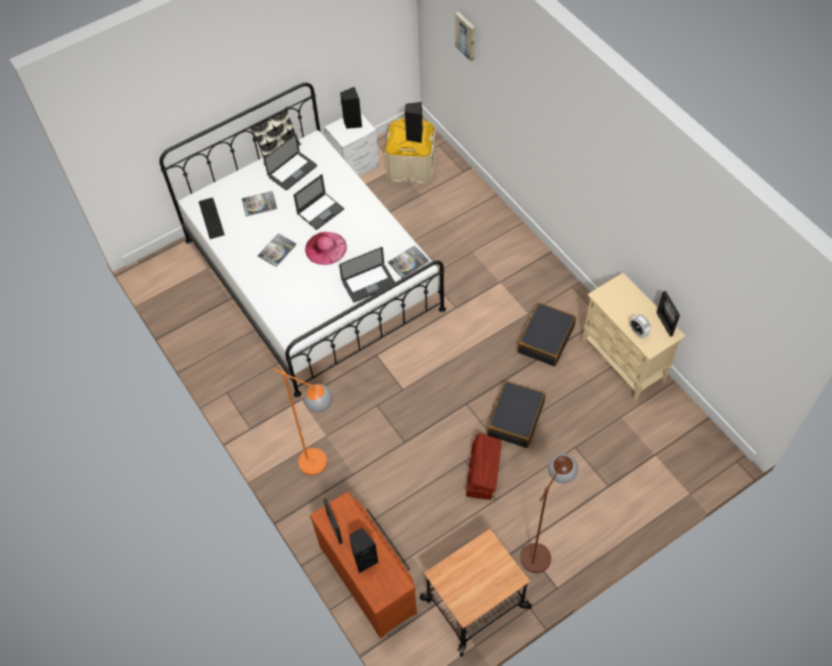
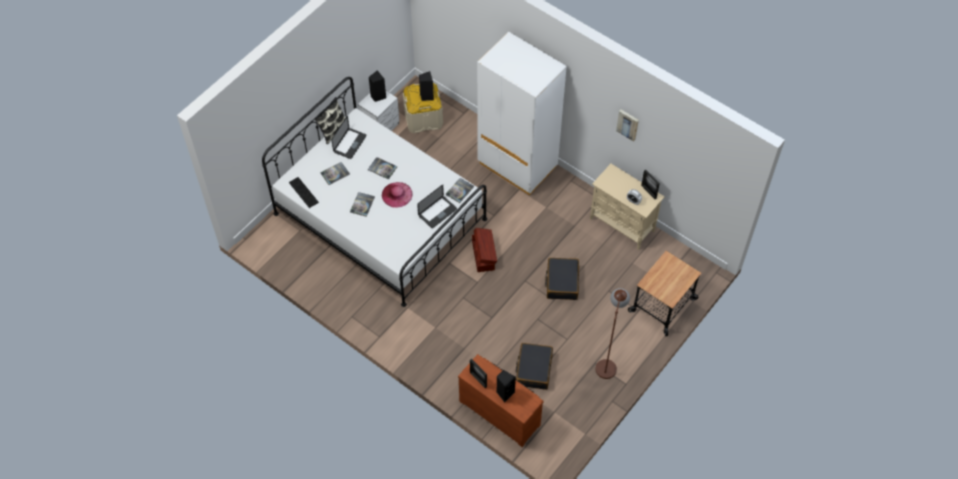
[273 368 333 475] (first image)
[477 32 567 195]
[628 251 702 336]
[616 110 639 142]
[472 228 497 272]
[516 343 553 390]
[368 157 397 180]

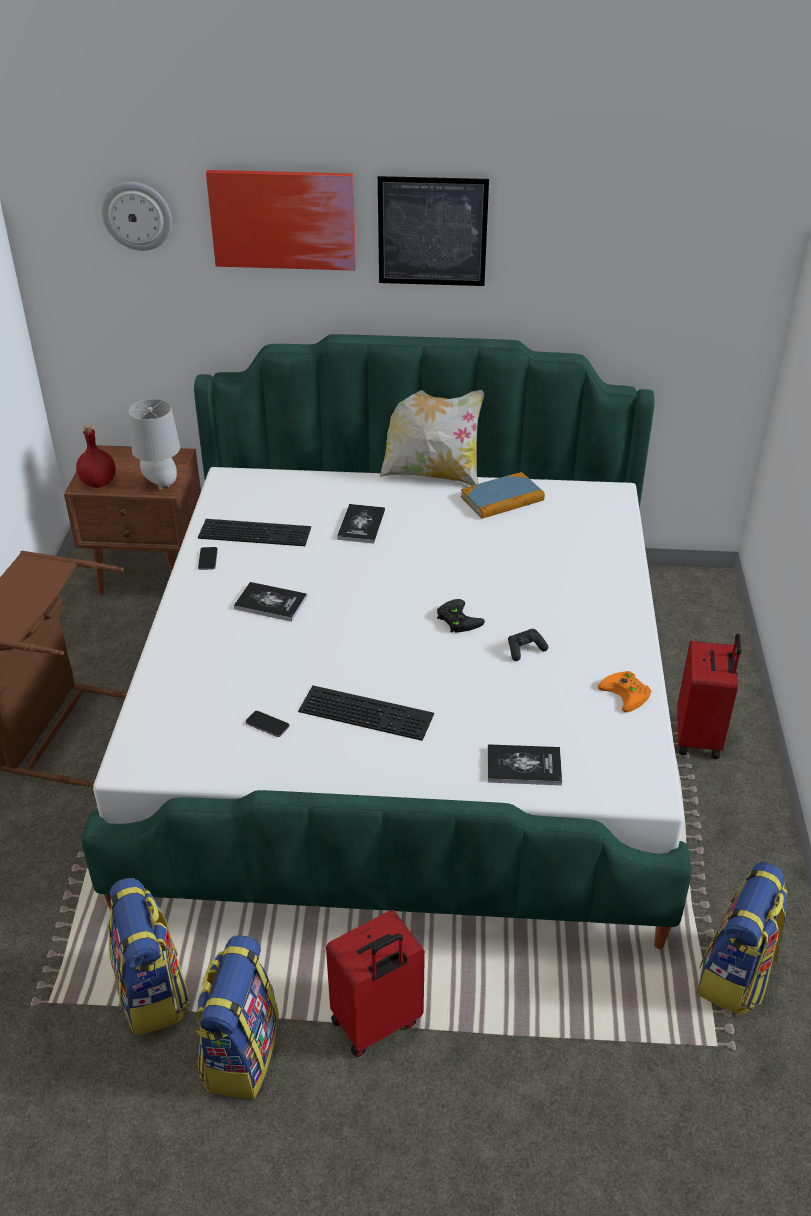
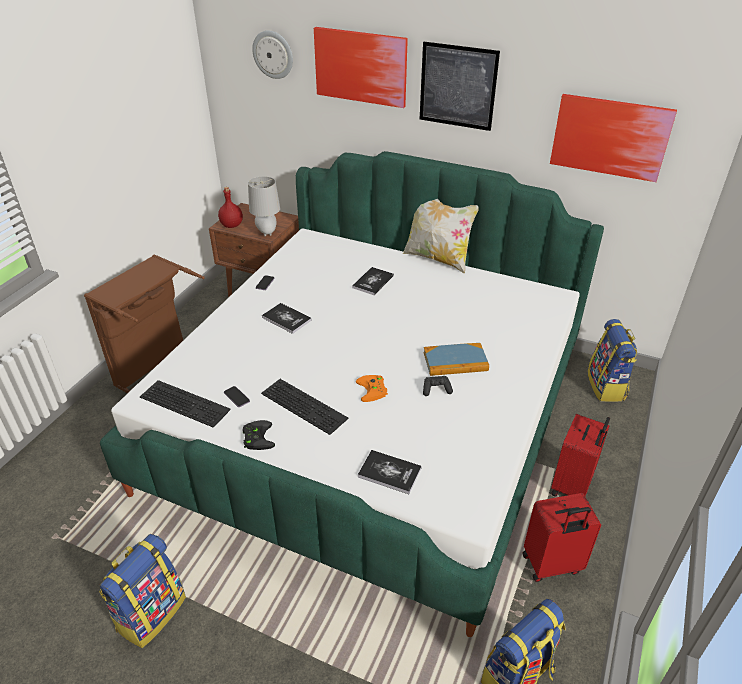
[550 94 677 182]
[588 319 637 402]
[140 380 231 428]
[523 493 601 582]
[242 420 275 450]
[424 343 489 376]
[356 375 388 402]

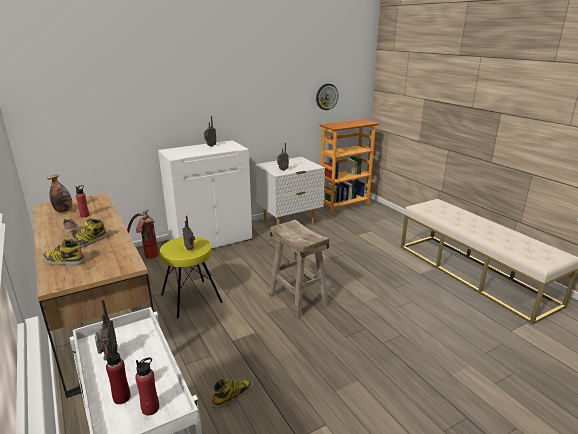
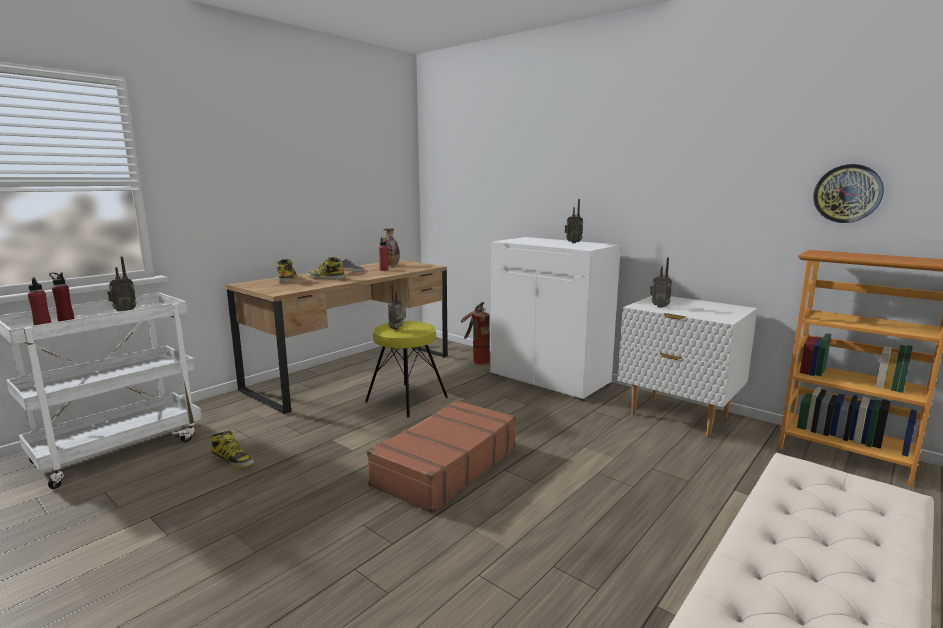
[367 400 516 513]

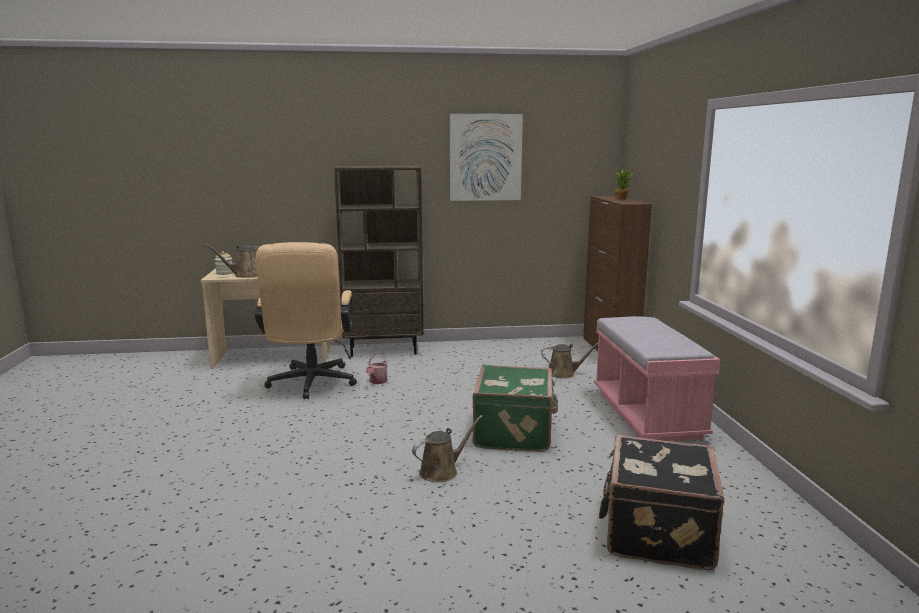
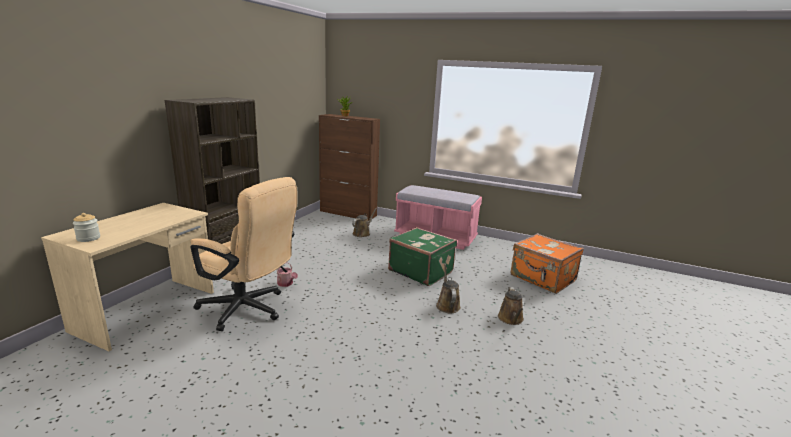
[450 114 523 201] (first image)
[498 287 524 325]
[511 233 584 294]

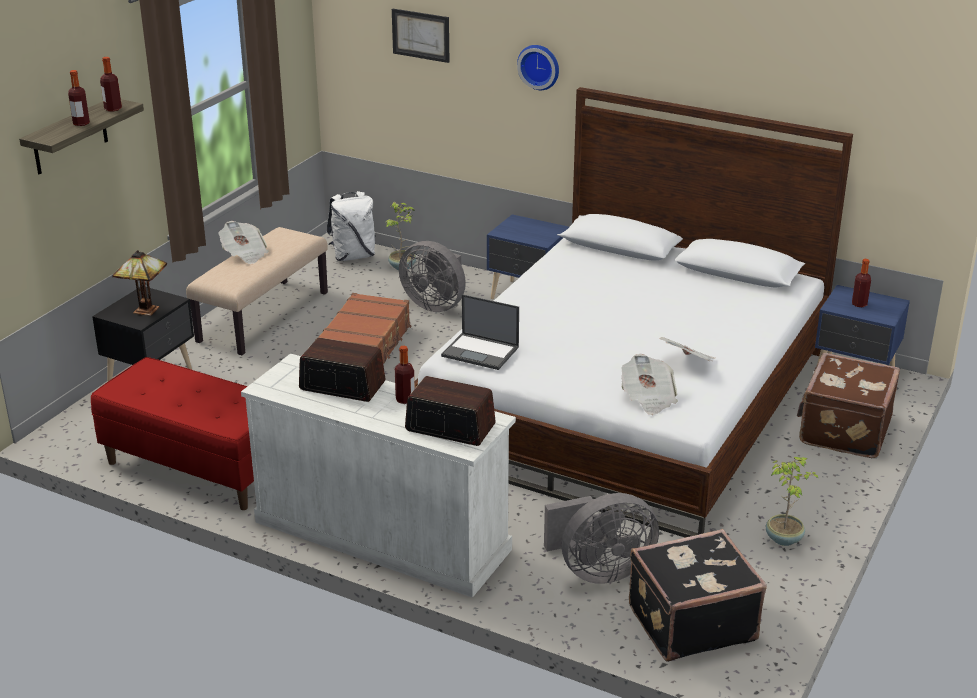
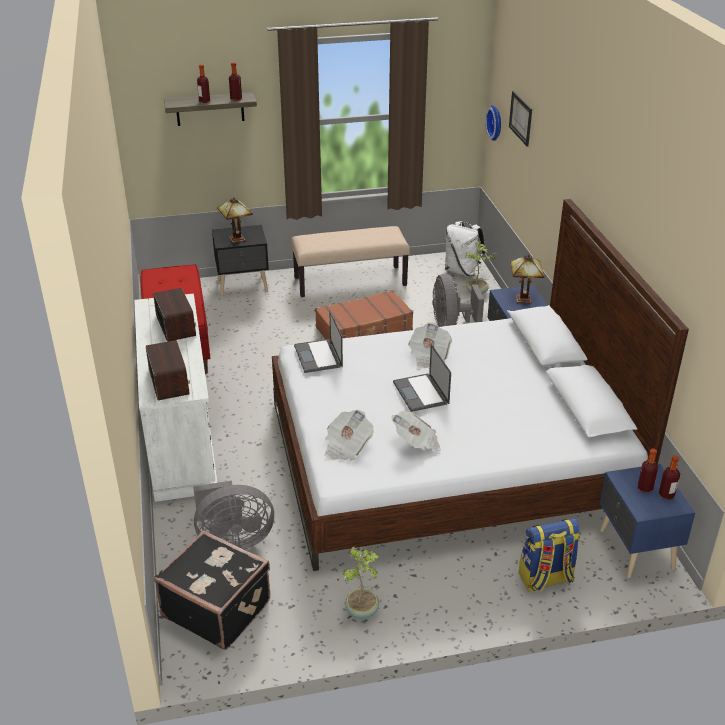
[393 344 451 412]
[510 255 544 303]
[408 323 452 368]
[659 455 680 500]
[485 105 501 141]
[519 518 580 592]
[193 481 274 550]

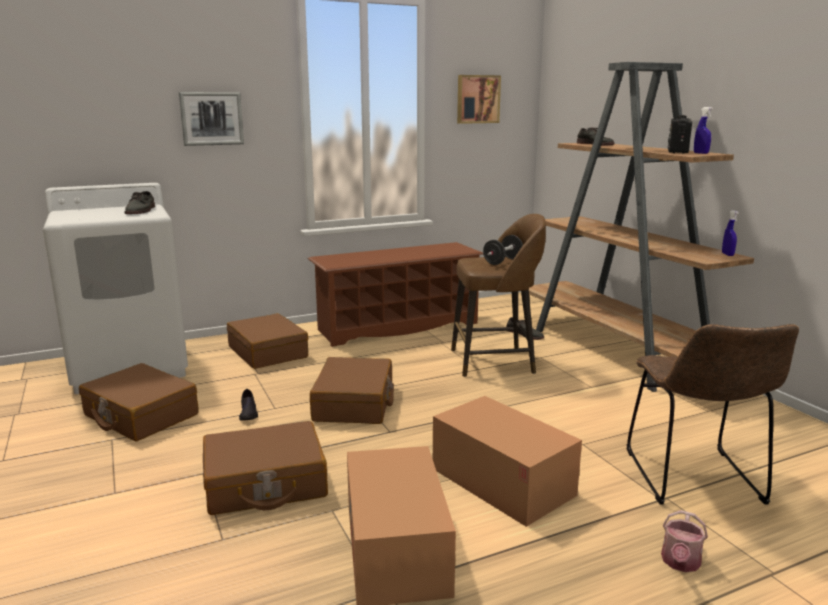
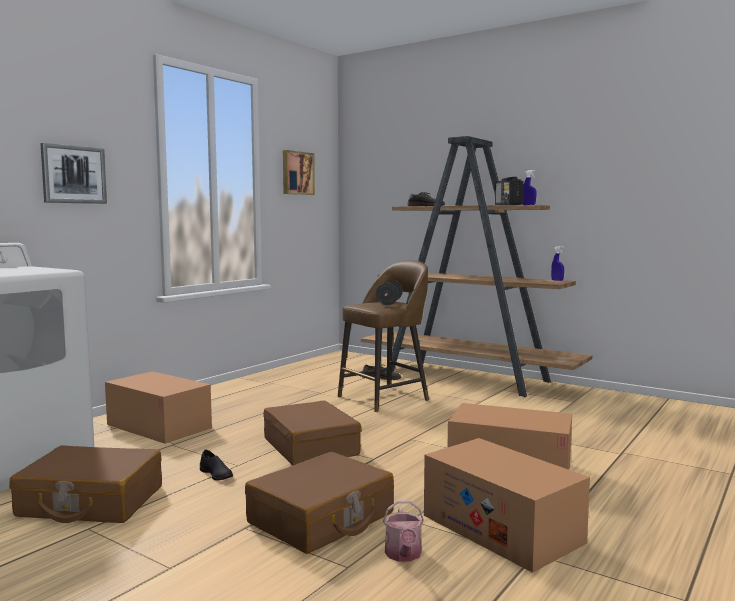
[125 191 155 214] (first image)
[308 242 483 347] (first image)
[627 324 799 505] (first image)
[383 500 424 562]
[105 371 212 444]

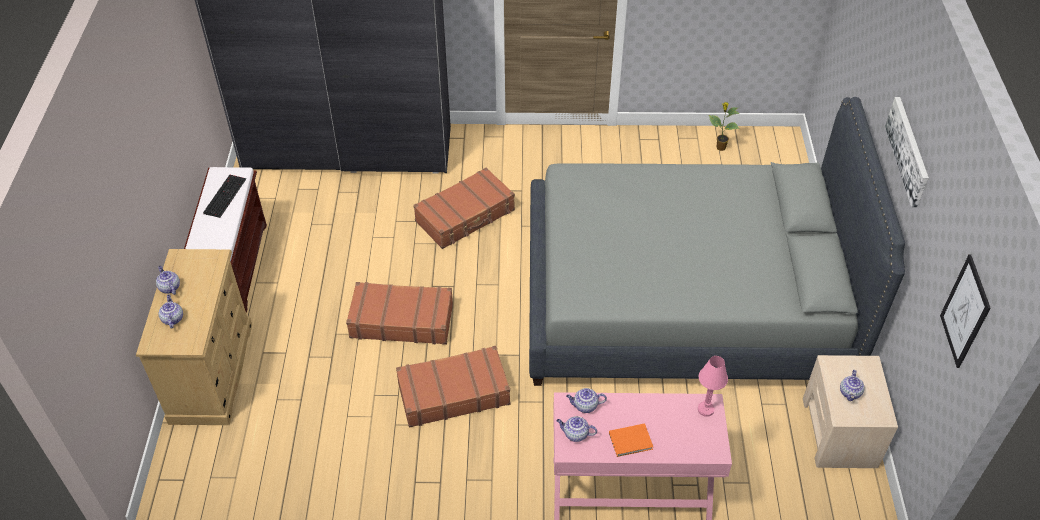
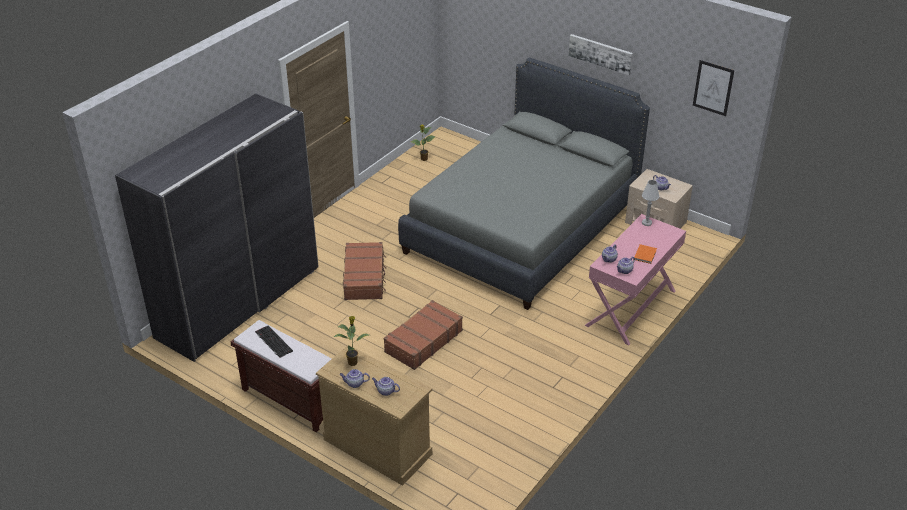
[396 346 510 428] (first image)
[334 316 369 366]
[642 180 660 226]

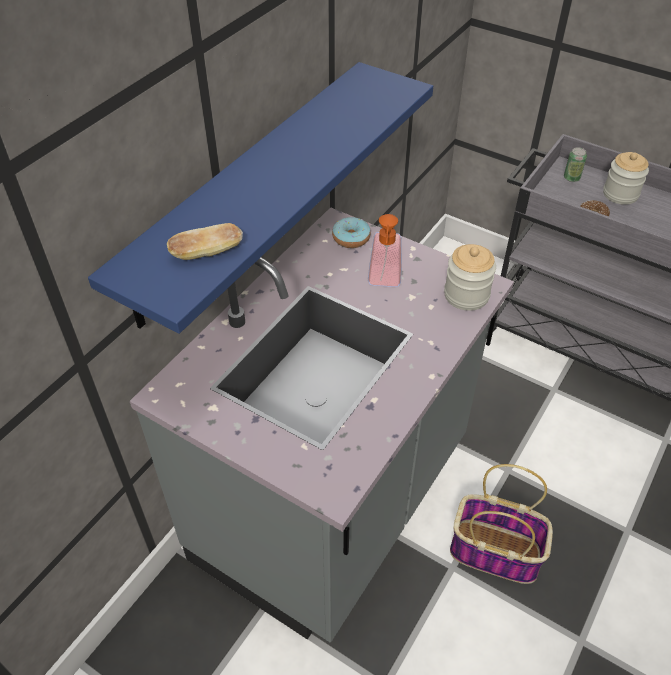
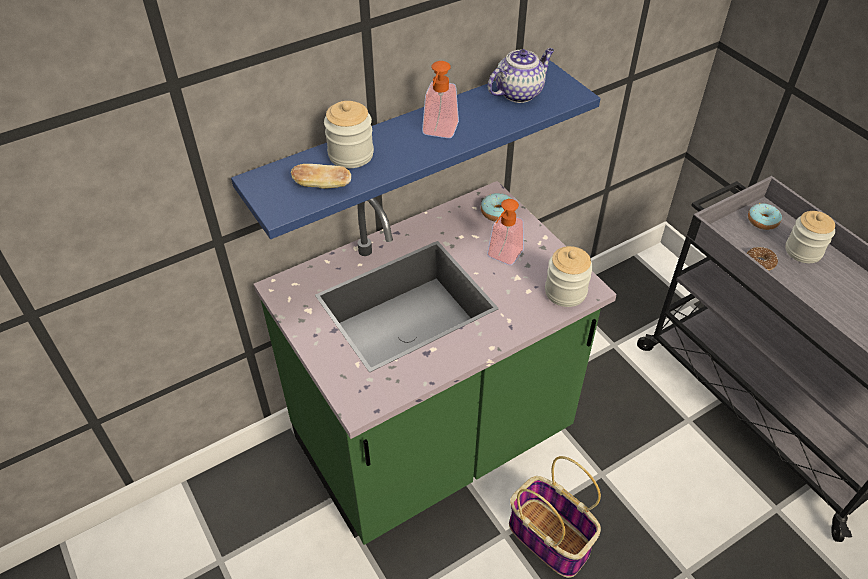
[324 101 374 168]
[422 61 459 138]
[488 48 554 103]
[748 203 782 230]
[254 181 617 545]

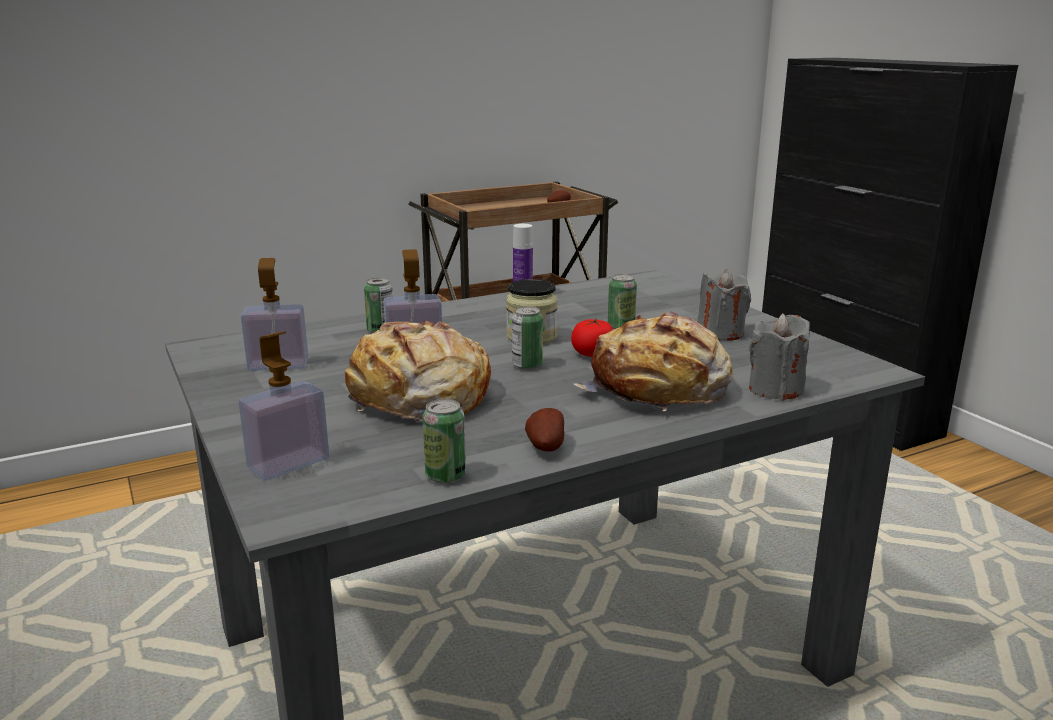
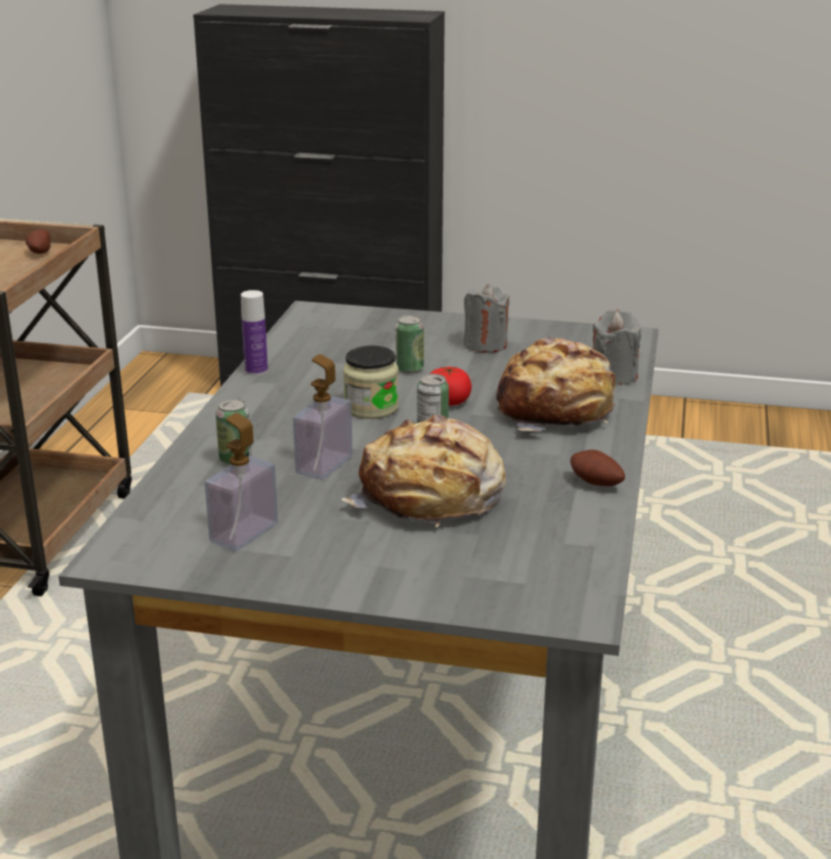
[239 331 329 481] (first image)
[422 399 466 484] (first image)

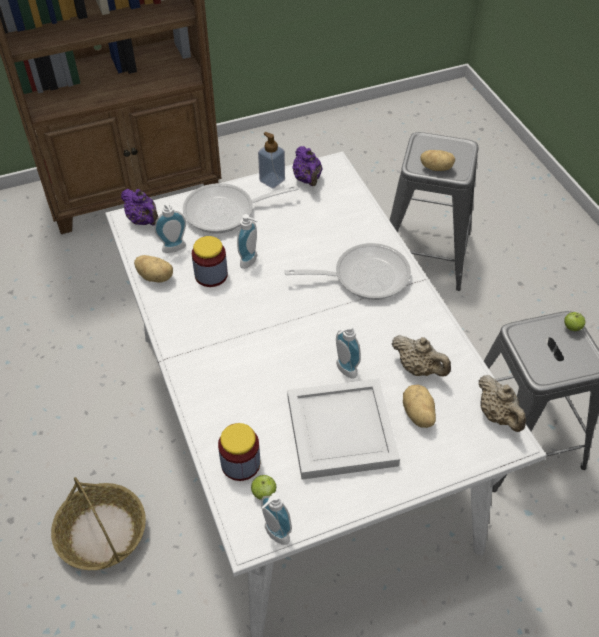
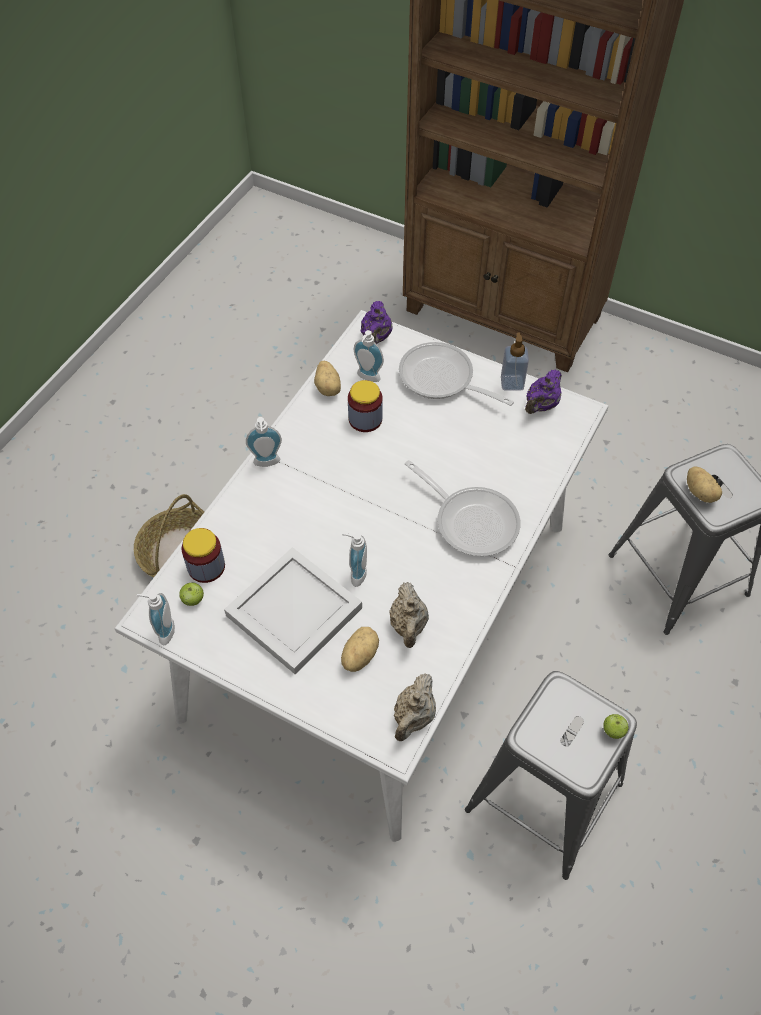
[246 417 282 467]

